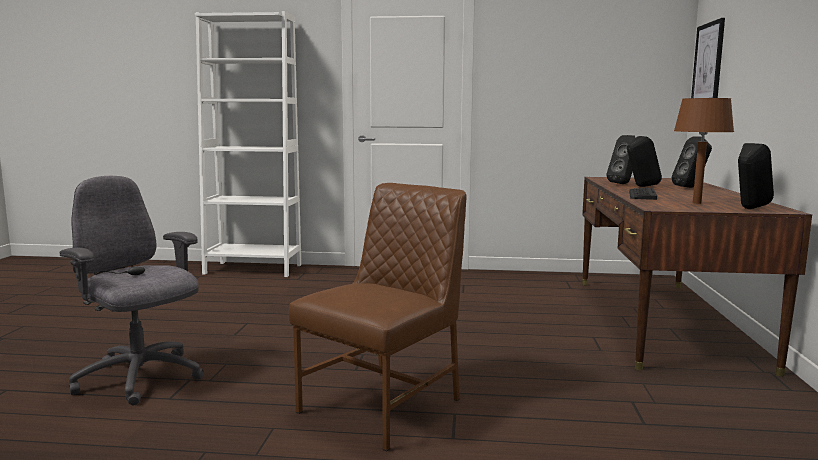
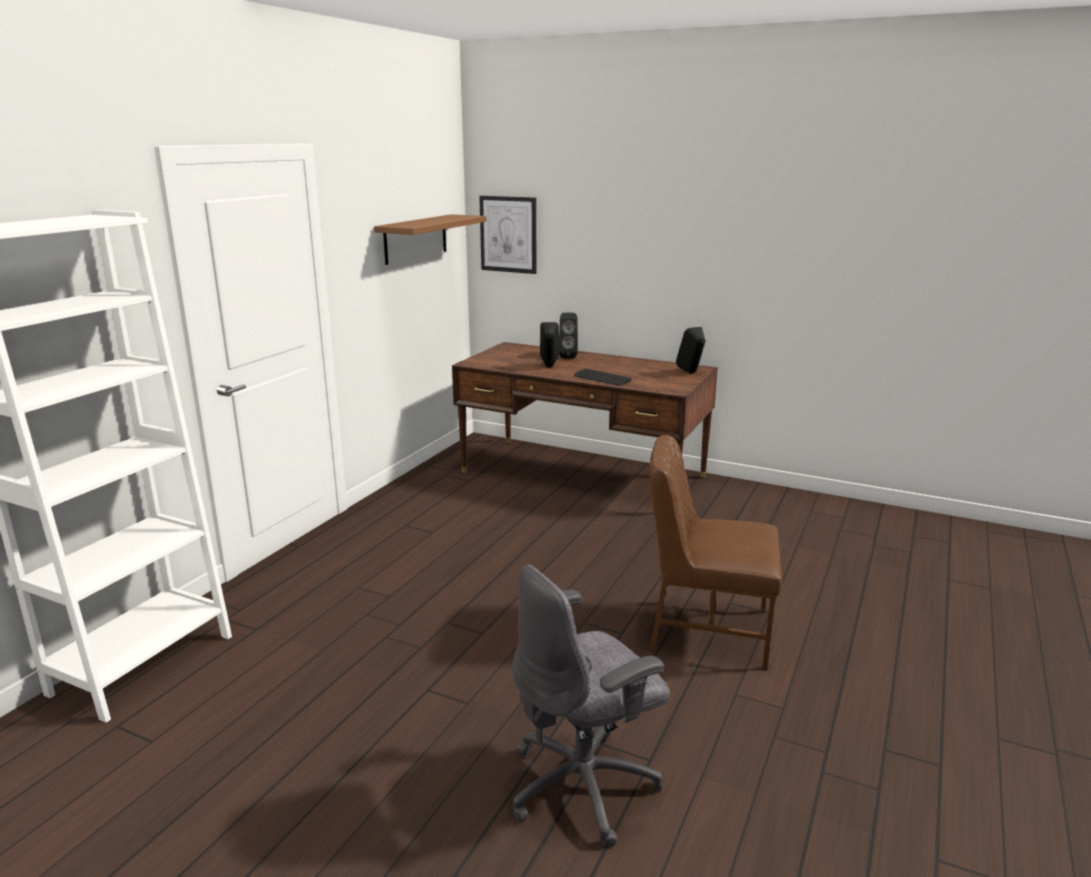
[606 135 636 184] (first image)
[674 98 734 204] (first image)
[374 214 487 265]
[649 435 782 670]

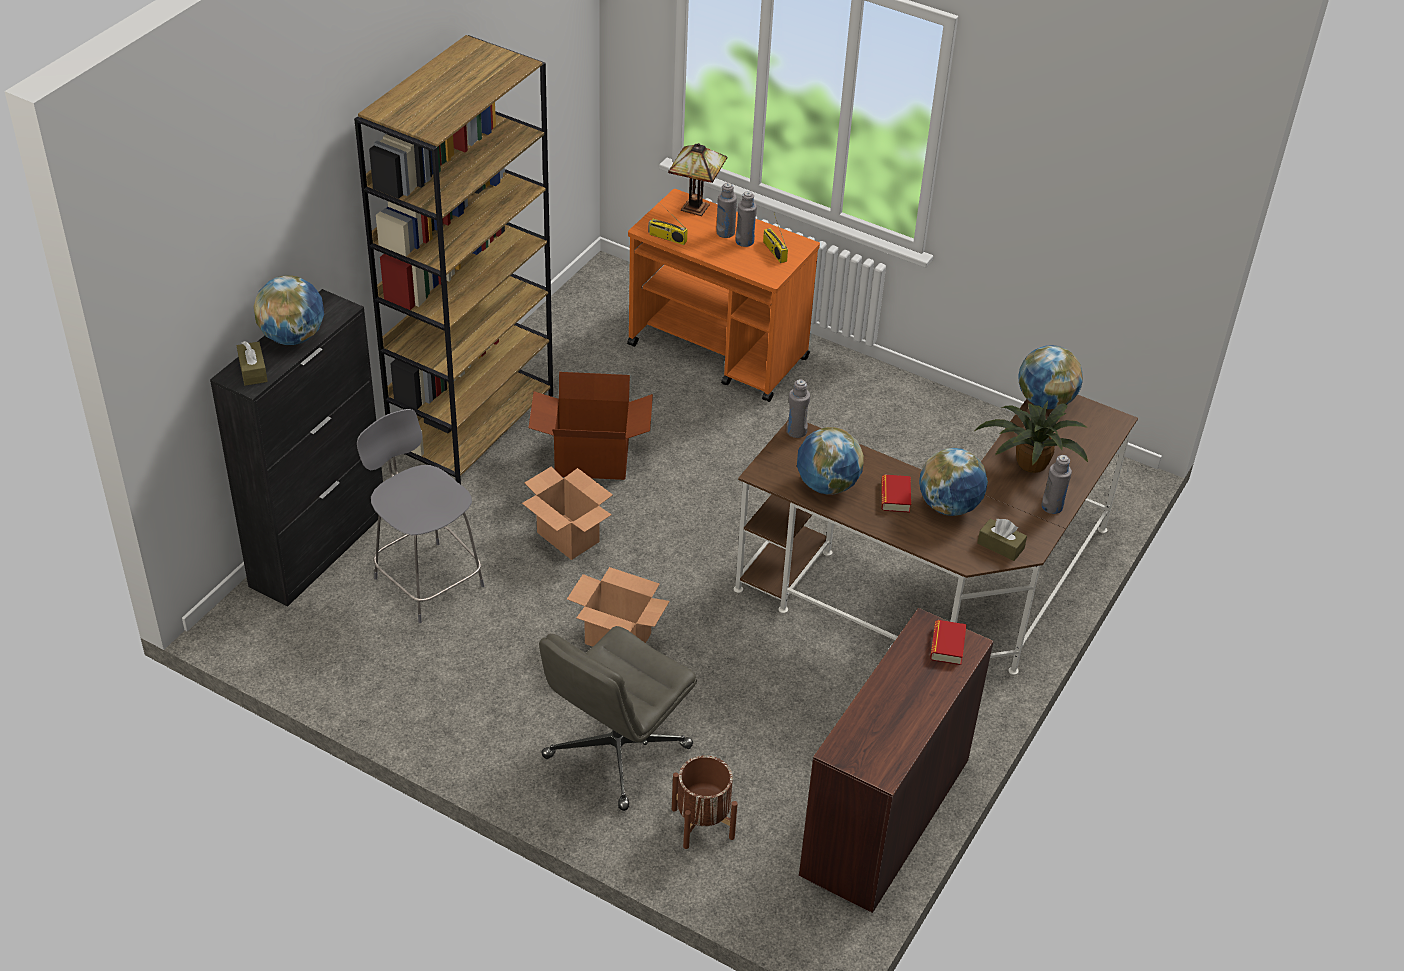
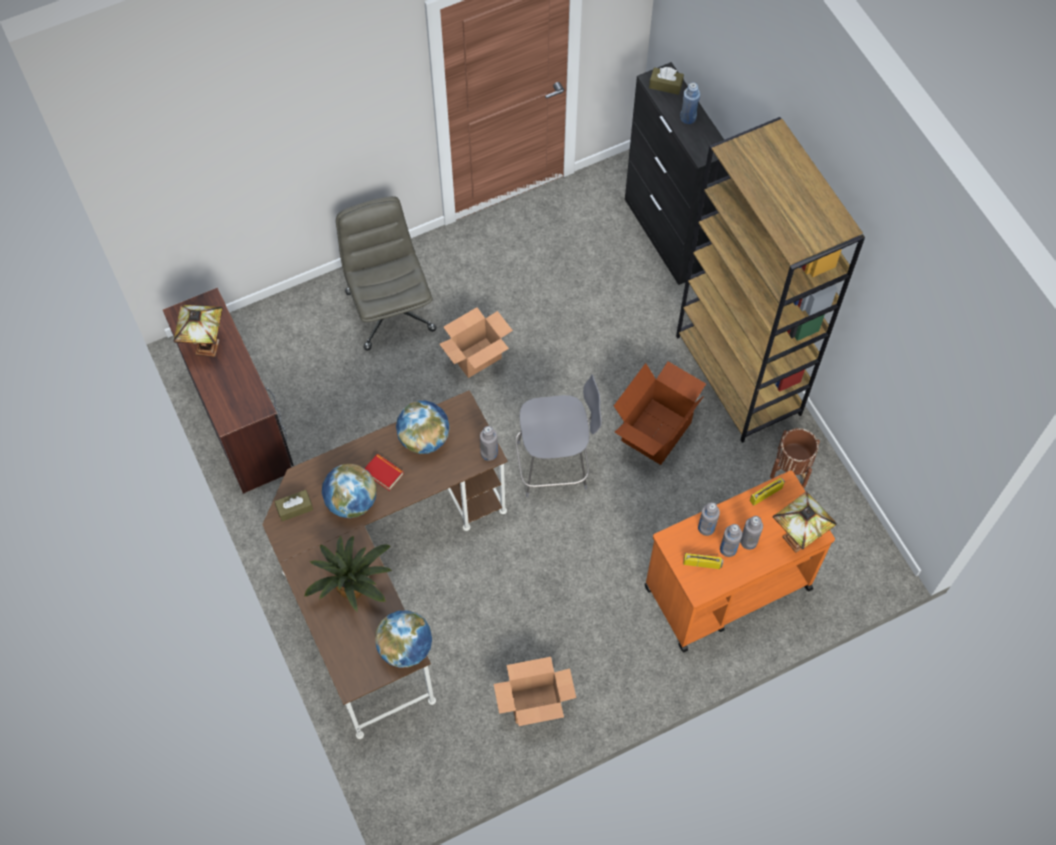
[930 620 967 665] (first image)
[173 305 223 357]
[515 374 602 497]
[494 657 576 726]
[770 428 820 488]
[698 502 720 536]
[680 83 700 124]

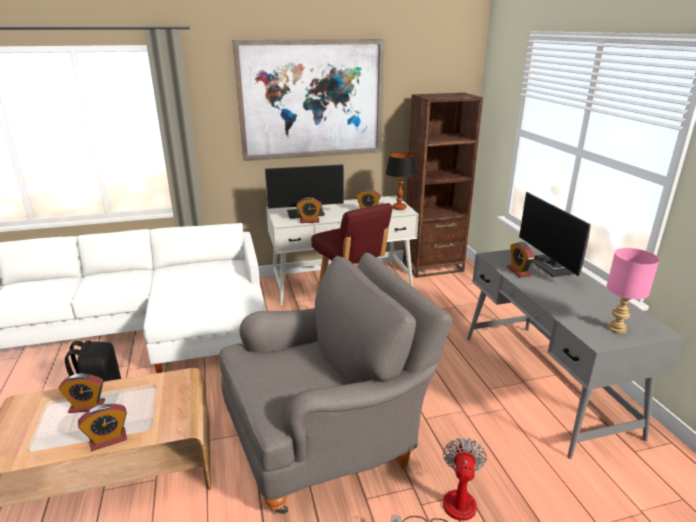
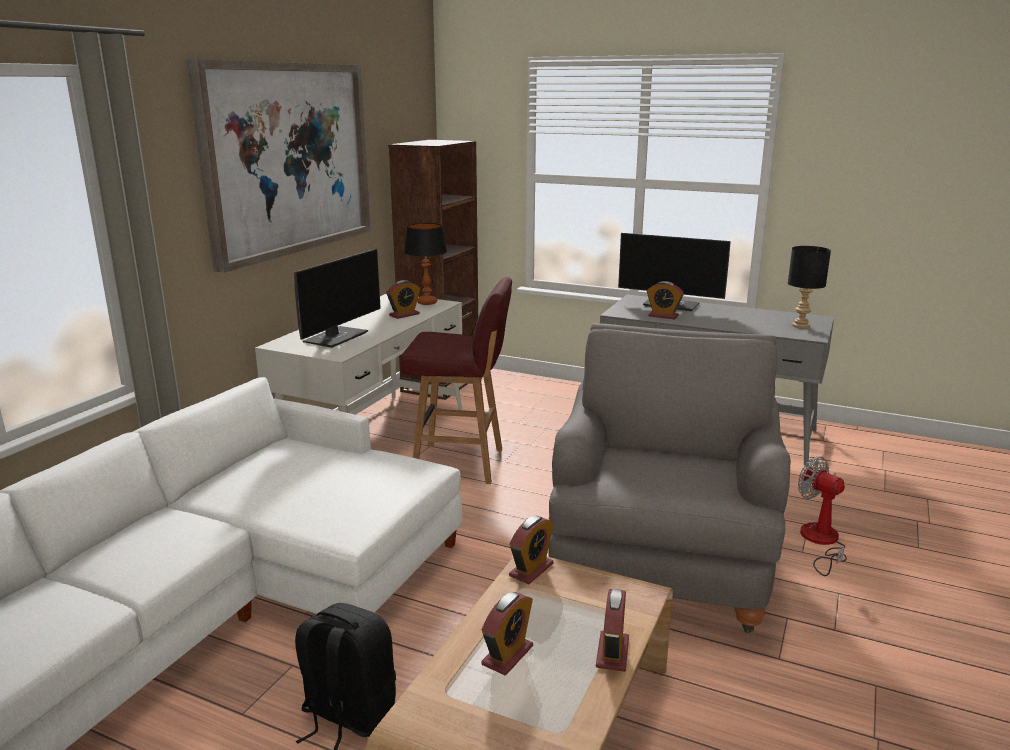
[509 515 554 584]
[788 246 831 329]

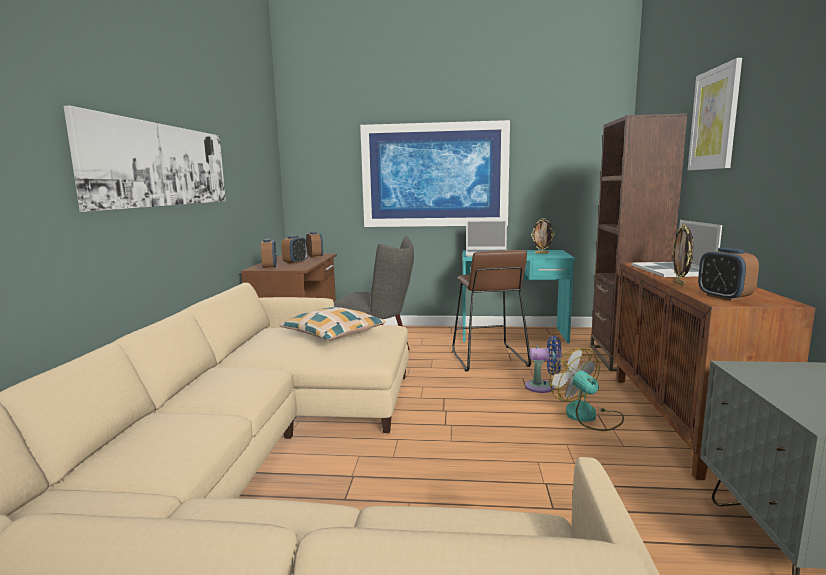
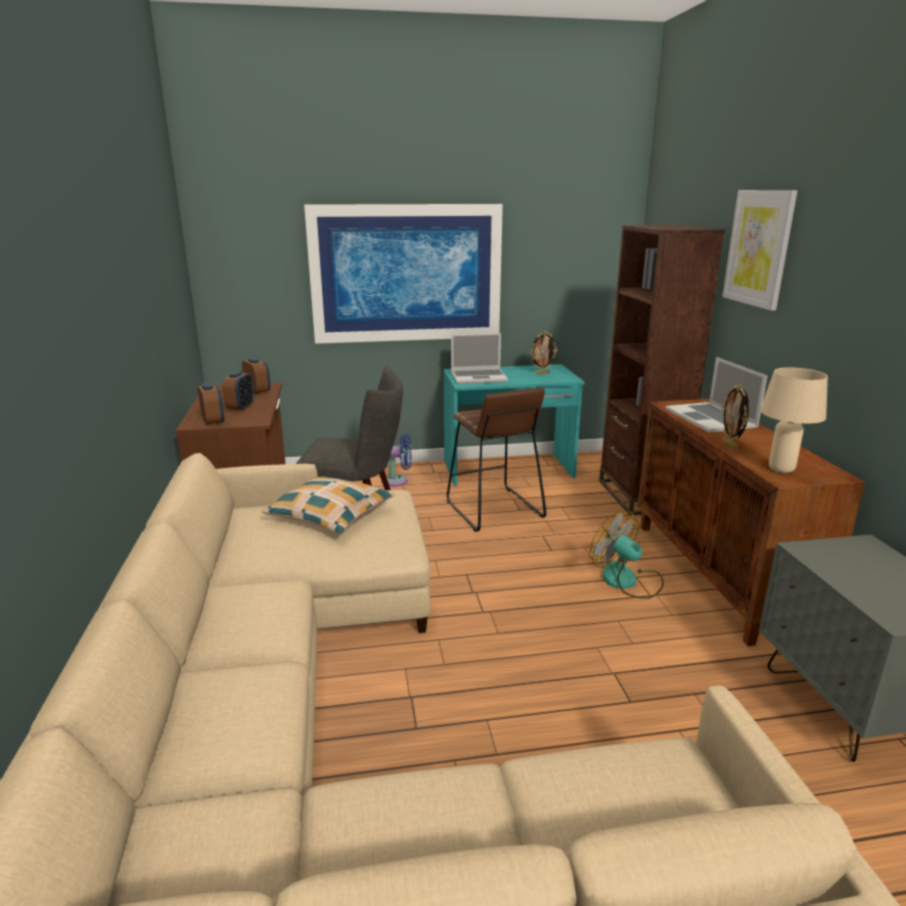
[64 106 226 212] (first image)
[382 434 411 487]
[760 367 828 473]

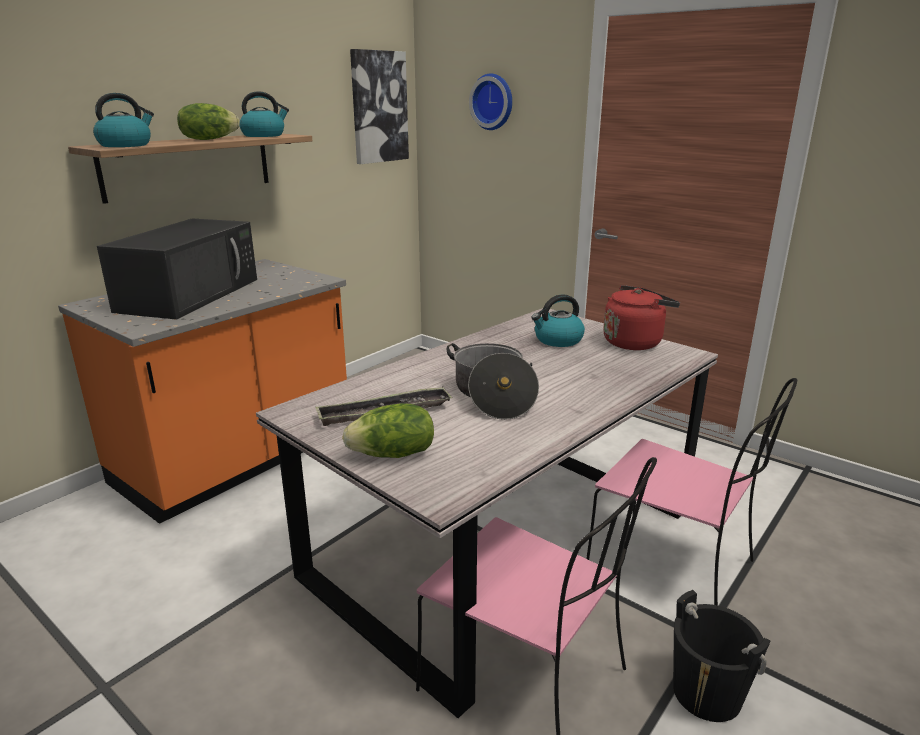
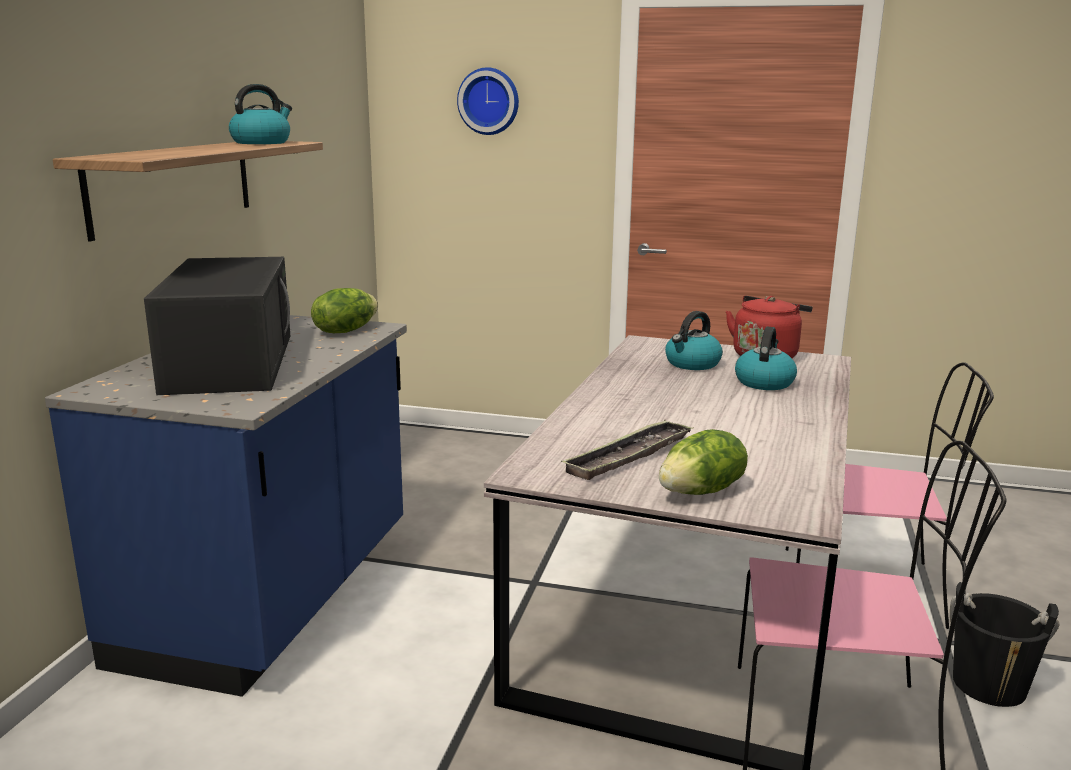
[350 49 409 164] (first image)
[447 343 539 420] (first image)
[735 327 797 390]
[311 288 378 333]
[45 315 407 697]

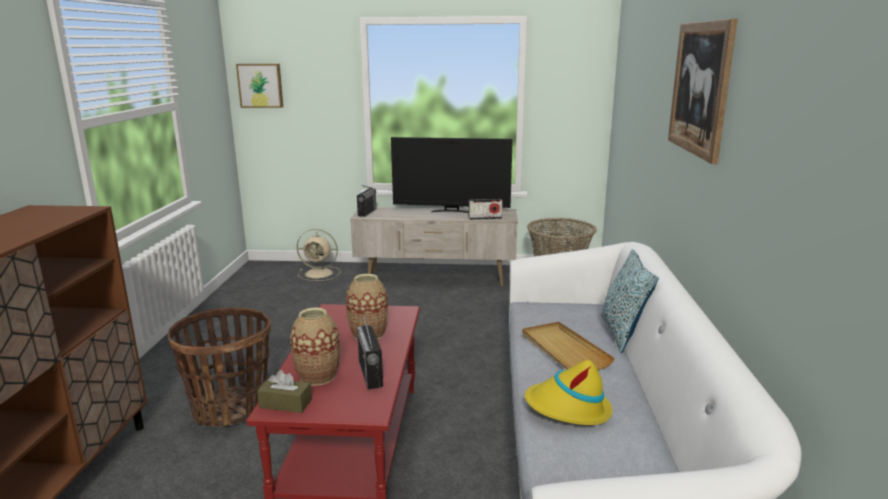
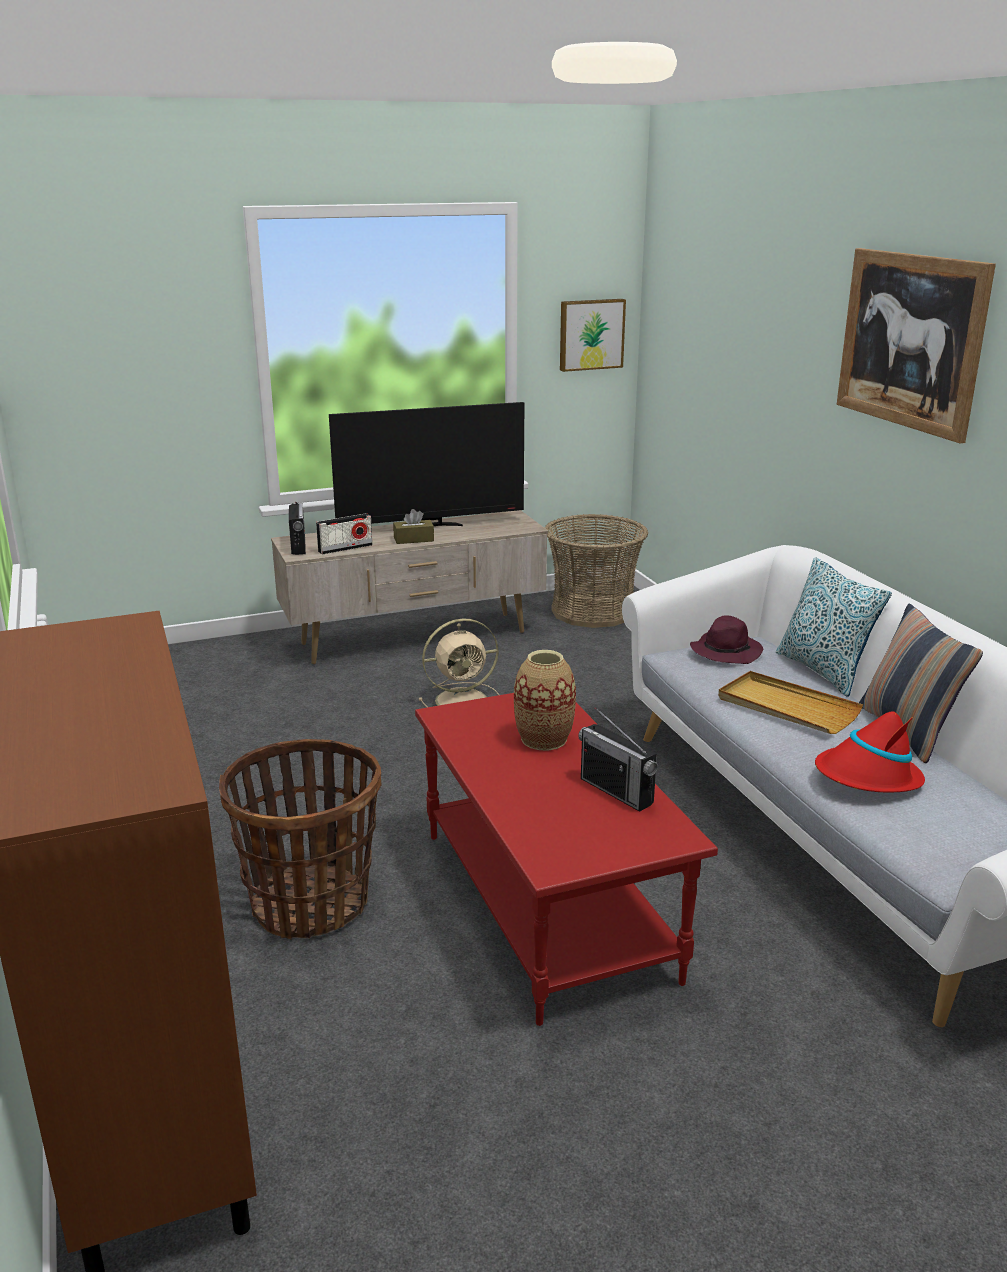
[290 308 340 386] (first image)
[690 615 763 664]
[859 604 983 763]
[560 299 626 372]
[393 509 434 544]
[419 618 499 707]
[316 513 372 554]
[815 711 925 793]

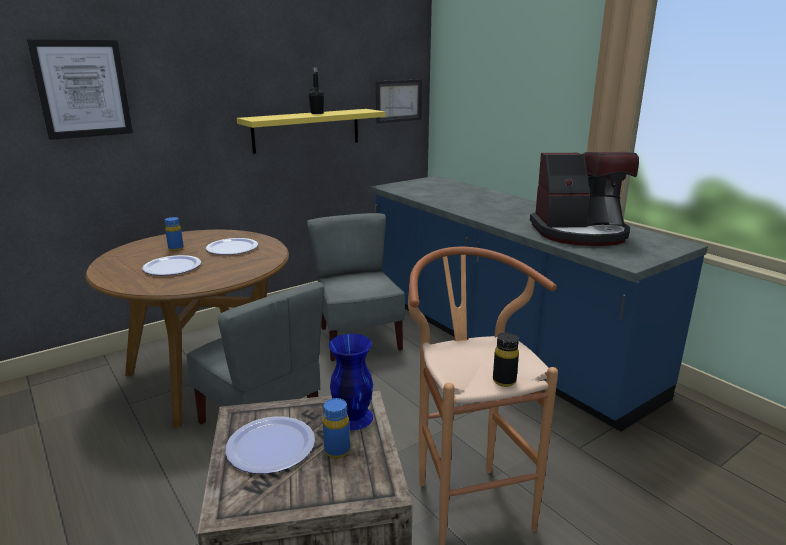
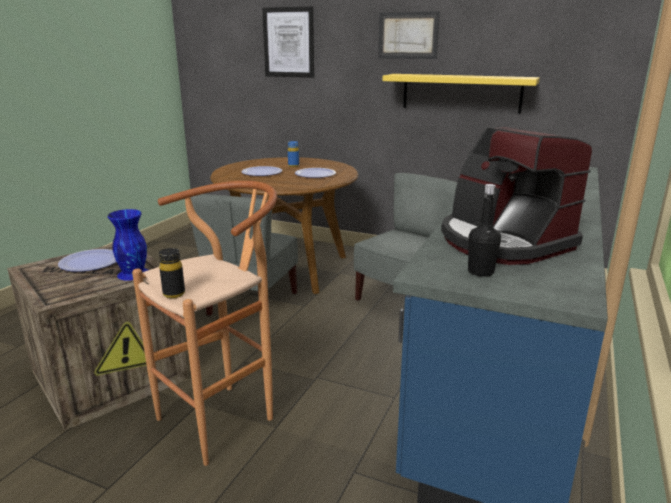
[323 398 350 458] (first image)
[468 184 501 277]
[378 11 440 59]

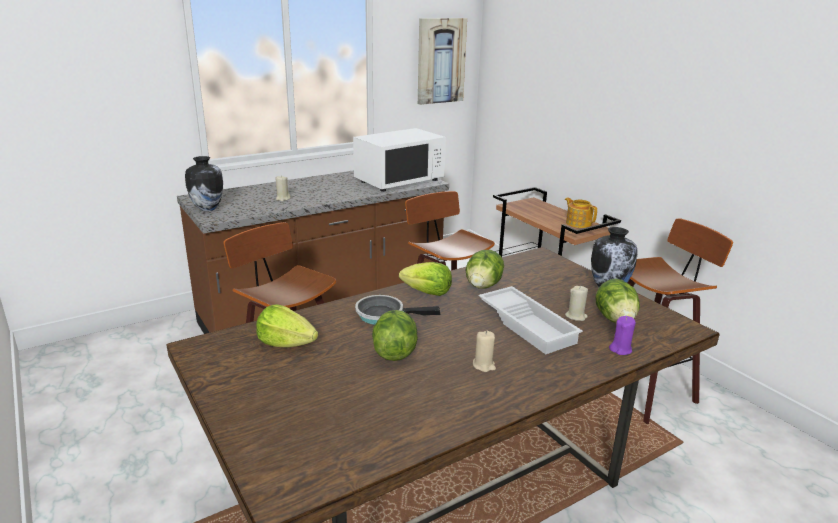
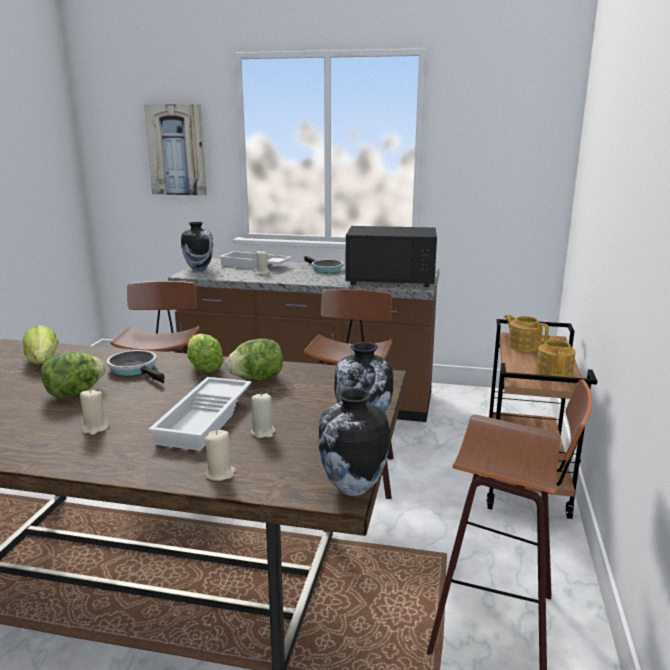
[595 279 640 323] (first image)
[219 251 292 269]
[304 256 343 273]
[319 388 389 496]
[504 314 549 352]
[144 104 207 196]
[345 226 437 287]
[204 430 236 481]

